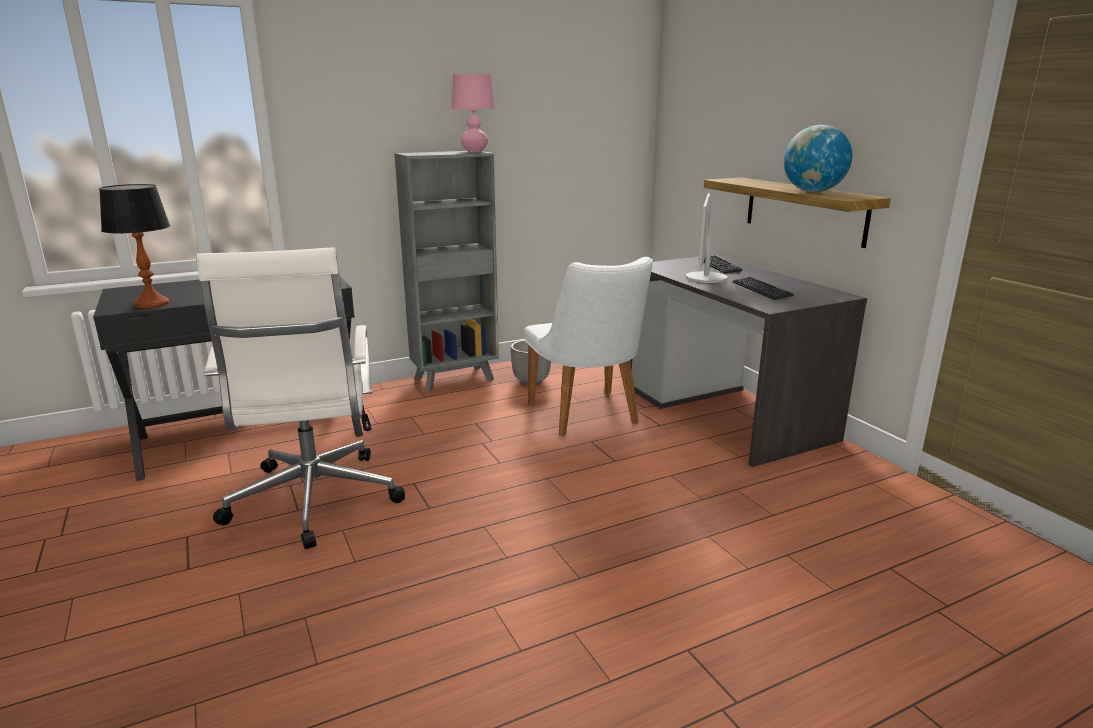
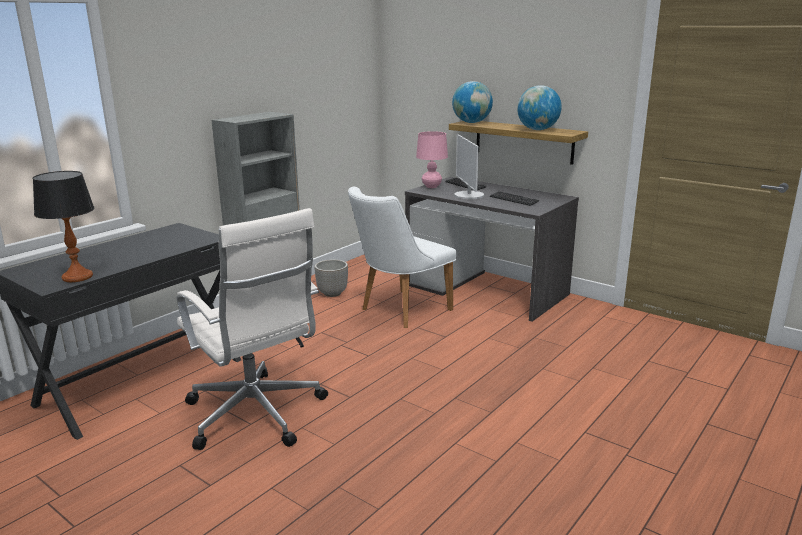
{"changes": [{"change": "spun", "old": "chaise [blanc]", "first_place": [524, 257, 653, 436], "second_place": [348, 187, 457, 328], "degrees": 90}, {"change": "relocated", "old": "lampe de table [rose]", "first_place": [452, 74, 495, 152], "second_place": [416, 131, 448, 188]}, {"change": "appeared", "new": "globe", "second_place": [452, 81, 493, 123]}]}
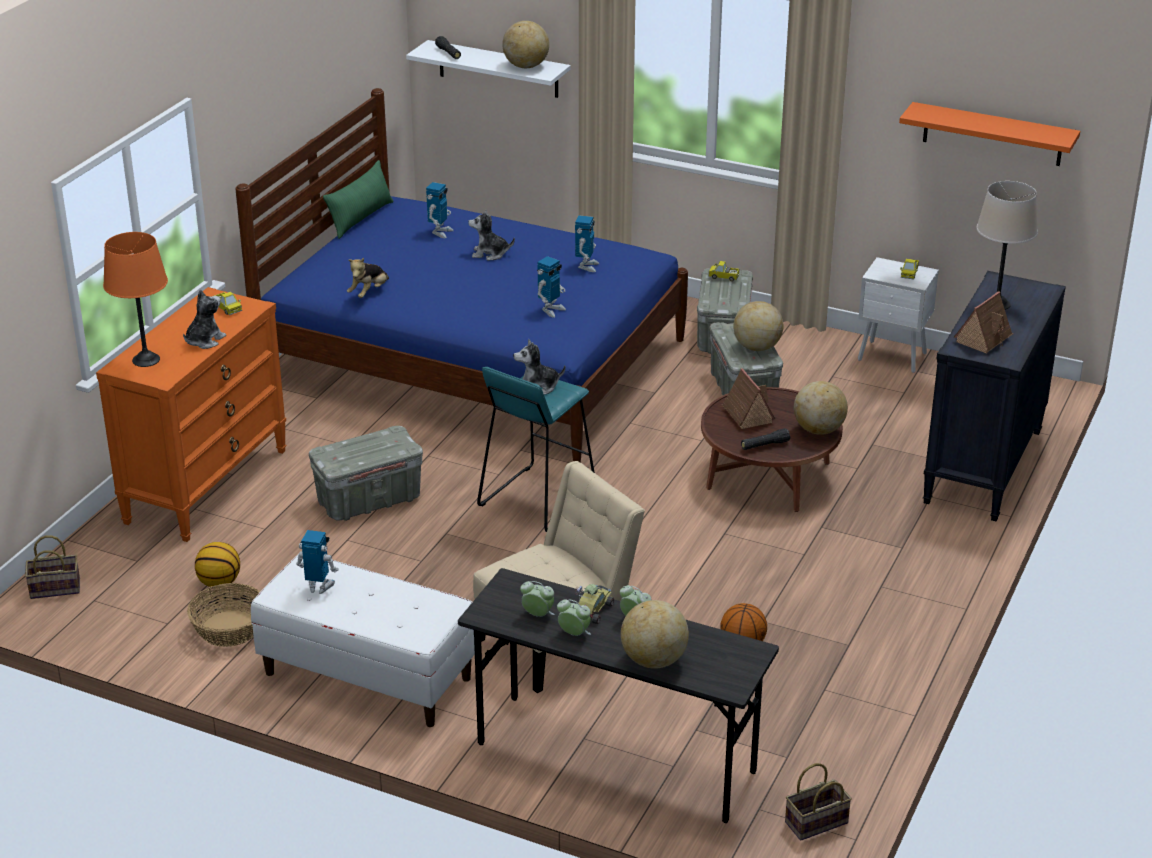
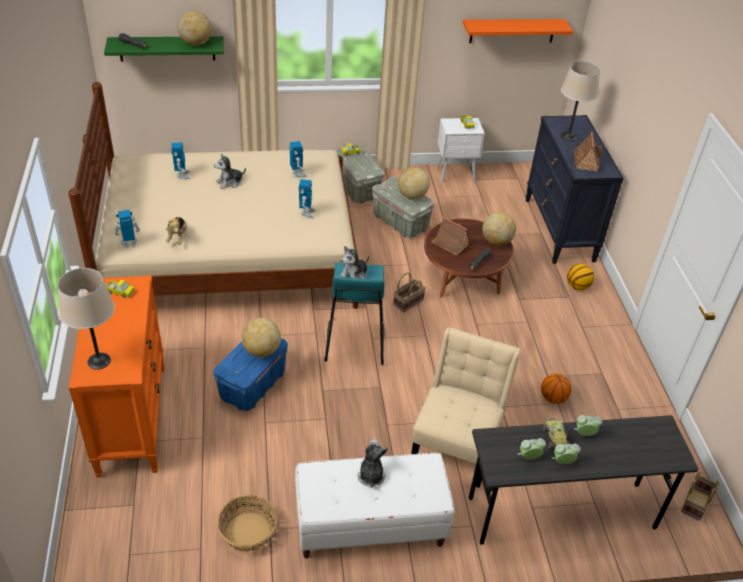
{"changes": [{"change": "colour", "old": "lampe de table [orange]", "new": "lampe de table [beige]", "first_place": [103, 232, 168, 367], "second_place": [58, 268, 115, 370]}, {"change": "colour", "old": "lit [bleu]", "new": "lit [beige]", "first_place": [235, 88, 688, 463], "second_place": [68, 82, 358, 309]}, {"change": "colour", "old": "étagère [blanc]", "new": "étagère [vert]", "first_place": [406, 40, 571, 98], "second_place": [104, 36, 224, 62]}, {"change": "relocated", "old": "robot jouet", "first_place": [296, 530, 339, 594], "second_place": [115, 210, 140, 248]}, {"change": "colour", "old": "boîte de rangement [gris]", "new": "boîte de rangement [bleu]", "first_place": [309, 426, 423, 521], "second_place": [213, 339, 288, 411]}, {"change": "relocated", "old": "globe", "first_place": [621, 600, 689, 669], "second_place": [241, 318, 281, 357]}, {"change": "relocated", "old": "peluche", "first_place": [183, 289, 226, 349], "second_place": [357, 439, 388, 487]}, {"change": "relocated", "old": "panier", "first_place": [25, 535, 80, 599], "second_place": [393, 272, 426, 313]}, {"change": "relocated", "old": "ballon de basket", "first_place": [195, 542, 240, 587], "second_place": [567, 264, 594, 290]}, {"change": "missing", "old": "coussin [vert]", "first_place": [323, 160, 393, 239]}]}
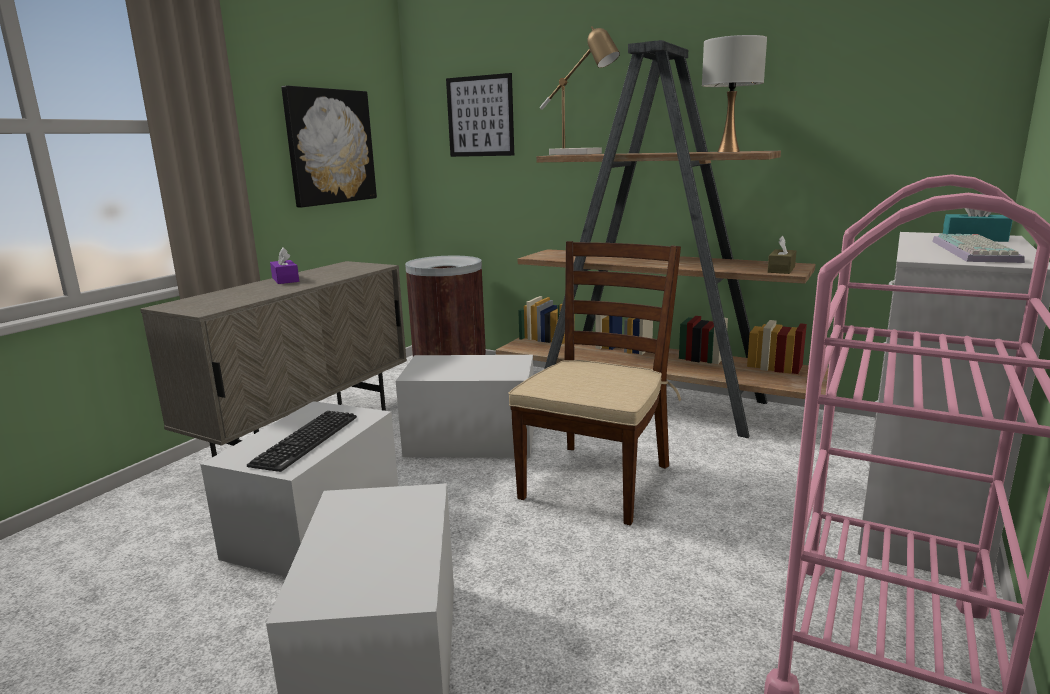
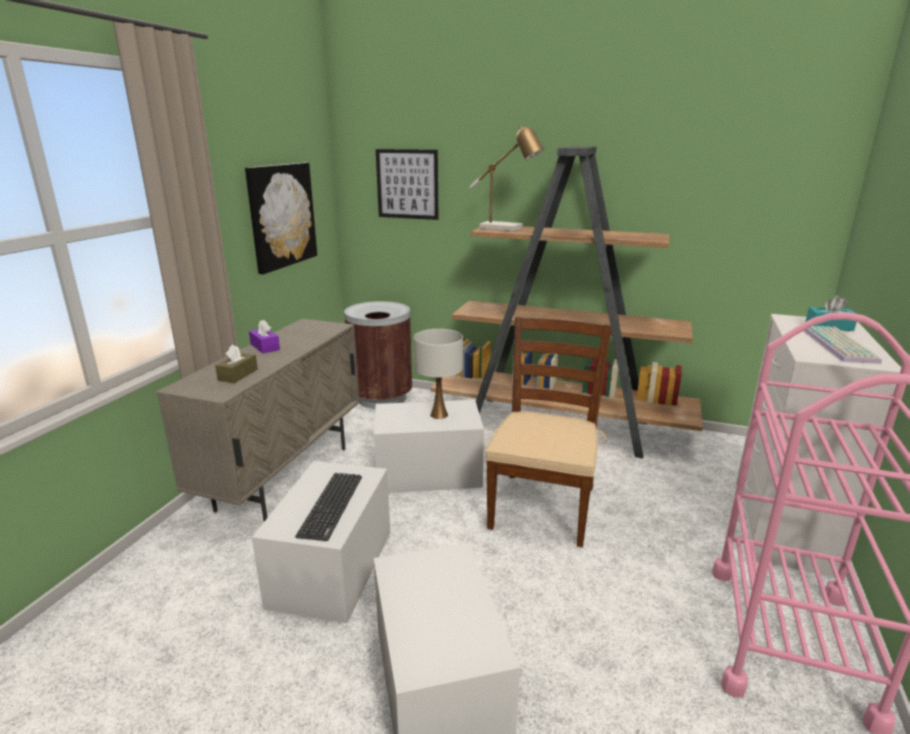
{"changes": [{"change": "relocated", "old": "boîte à mouchoirs [marron]", "first_place": [767, 236, 796, 274], "second_place": [215, 344, 258, 383]}, {"change": "relocated", "old": "lampe de table [blanc]", "first_place": [702, 35, 767, 152], "second_place": [414, 329, 463, 419]}]}
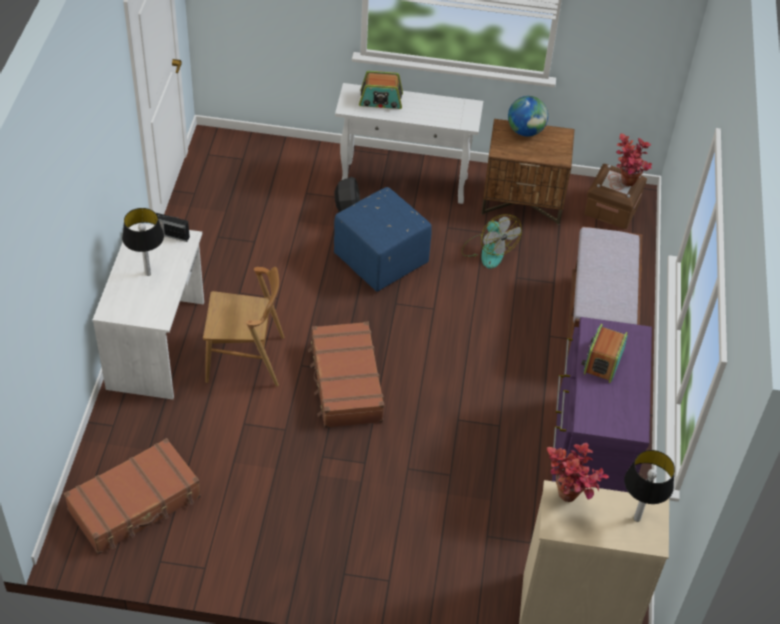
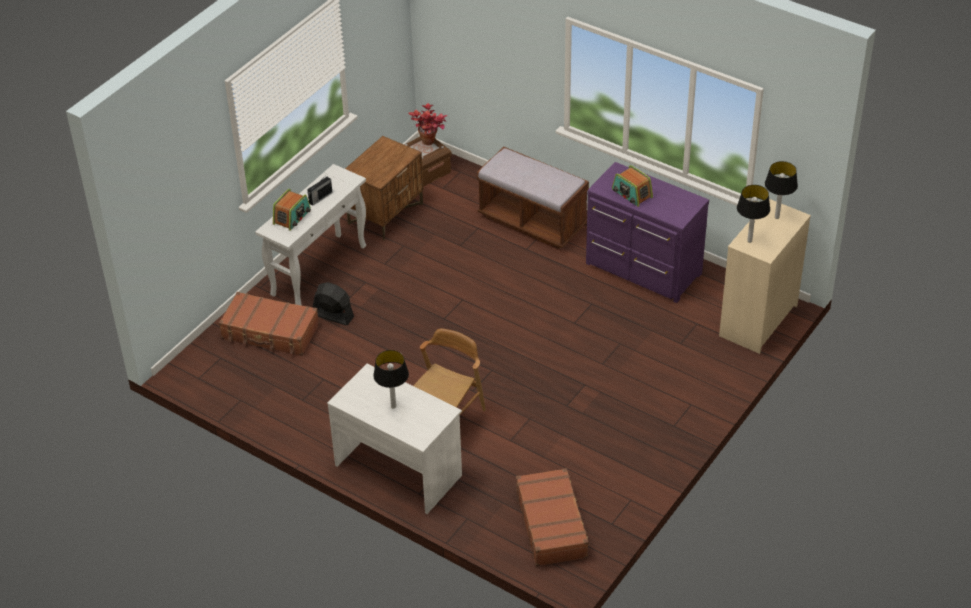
{"changes": [{"change": "relocated", "old": "valise [marron]", "first_place": [308, 321, 384, 428], "second_place": [219, 292, 319, 356]}, {"change": "relocated", "old": "radio", "first_place": [154, 213, 190, 242], "second_place": [307, 177, 332, 206]}, {"change": "exchanged", "old": "plante en pot", "new": "lampe de table", "first_place": [547, 443, 609, 502], "second_place": [737, 185, 770, 243]}, {"change": "missing", "old": "pouf [bleu]", "first_place": [334, 187, 432, 292]}, {"change": "missing", "old": "ventilateur", "first_place": [461, 214, 522, 269]}, {"change": "missing", "old": "globe", "first_place": [508, 96, 548, 137]}]}
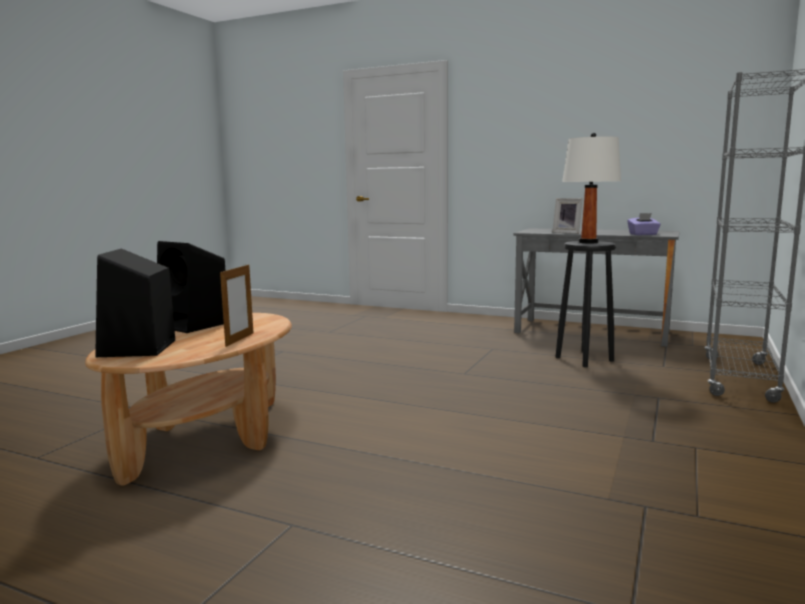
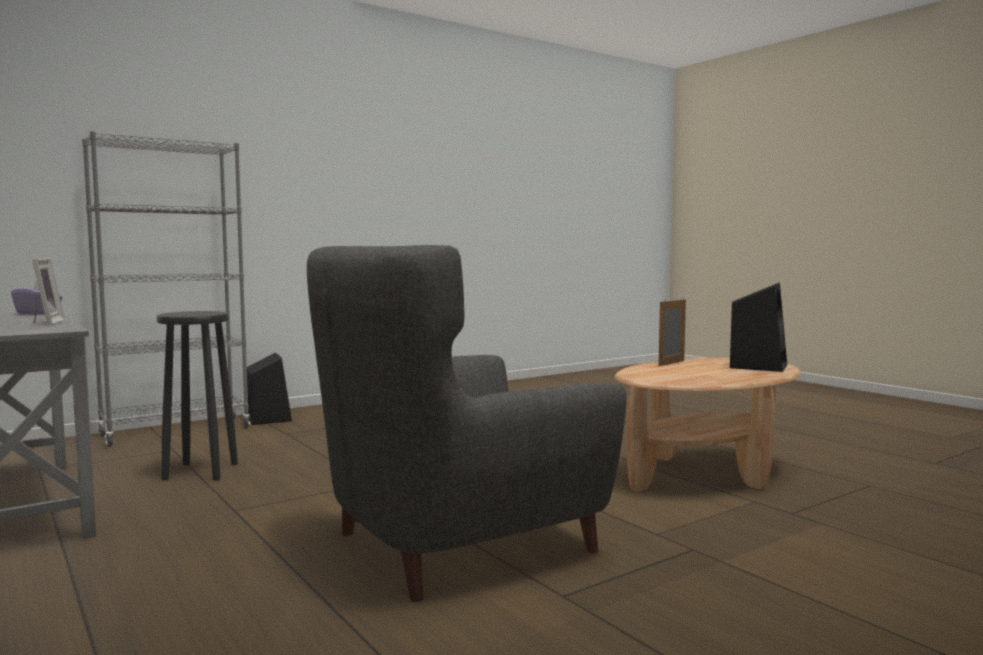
{"changes": [{"change": "relocated", "old": "enceinte [noir]", "first_place": [157, 241, 225, 333], "second_place": [247, 352, 292, 425]}, {"change": "appeared", "new": "fauteuil [gris]", "second_place": [307, 245, 627, 602]}, {"change": "missing", "old": "lampe de table [blanc]", "first_place": [562, 133, 621, 244]}]}
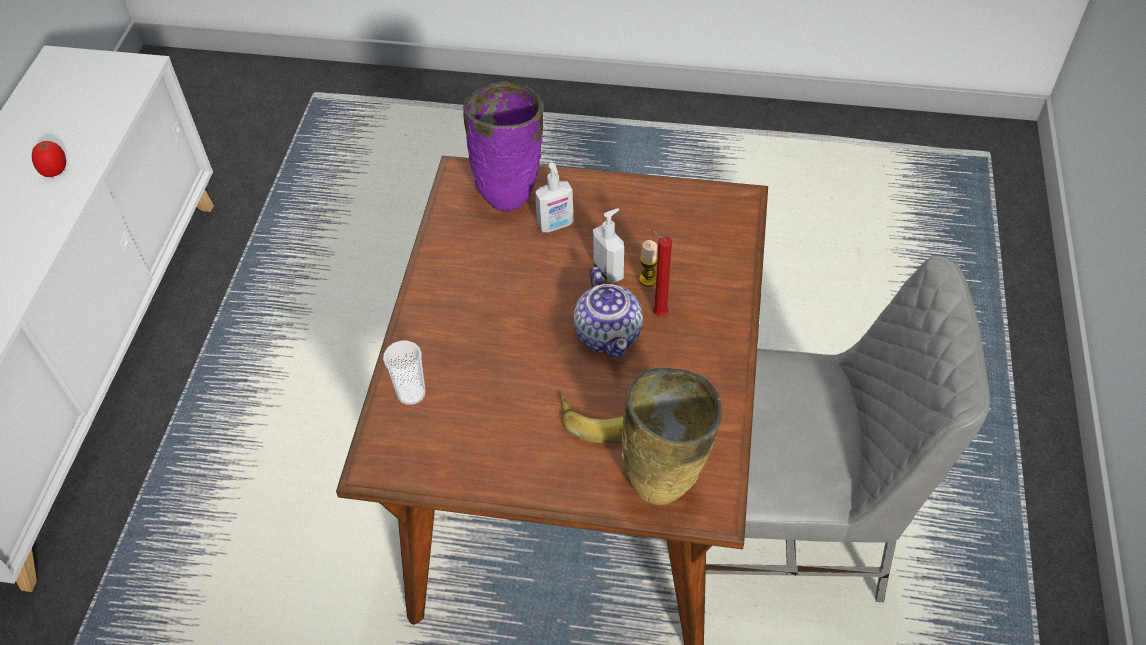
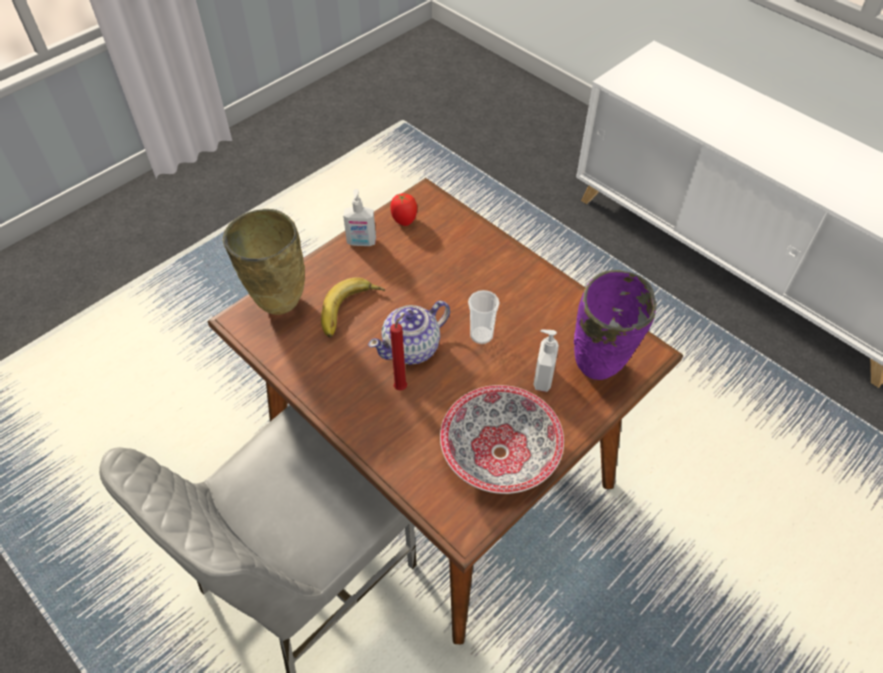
{"changes": [{"change": "relocated", "old": "distributeur de savon", "first_place": [593, 209, 624, 284], "second_place": [343, 189, 376, 246]}, {"change": "spun", "old": "théière", "first_place": [574, 267, 643, 359], "second_place": [368, 301, 450, 365], "degrees": -60}, {"change": "relocated", "old": "tomate", "first_place": [32, 141, 66, 177], "second_place": [390, 193, 417, 226]}, {"change": "appeared", "new": "bol", "second_place": [440, 385, 564, 494]}, {"change": "relocated", "old": "tasse", "first_place": [383, 341, 426, 405], "second_place": [468, 290, 500, 344]}, {"change": "missing", "old": "bougie", "first_place": [639, 240, 658, 287]}]}
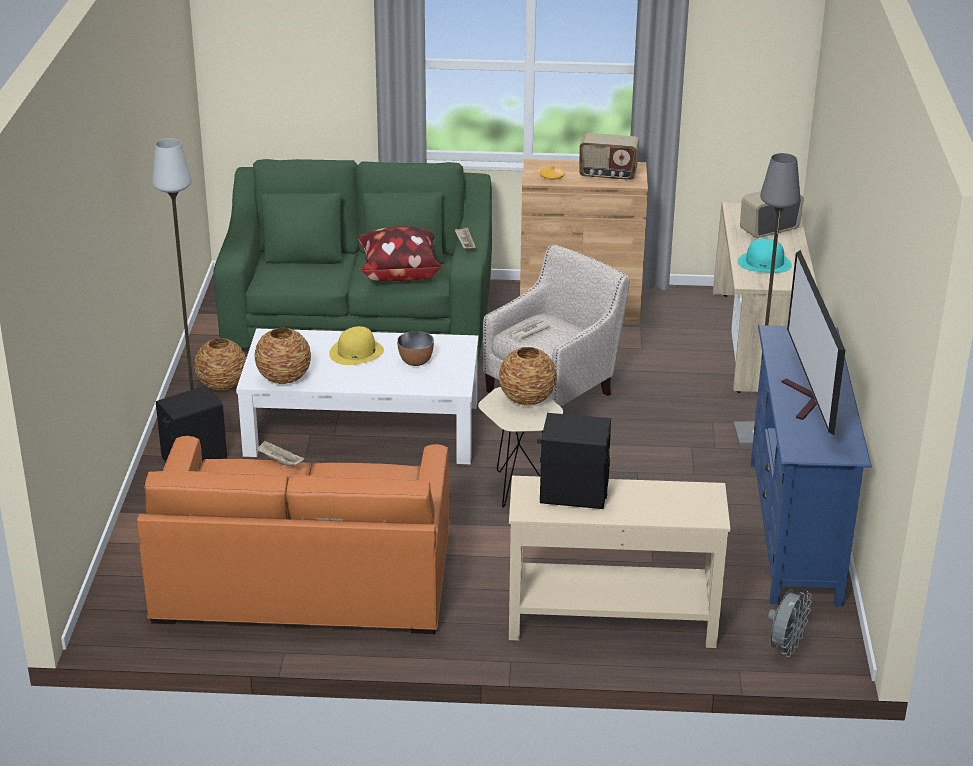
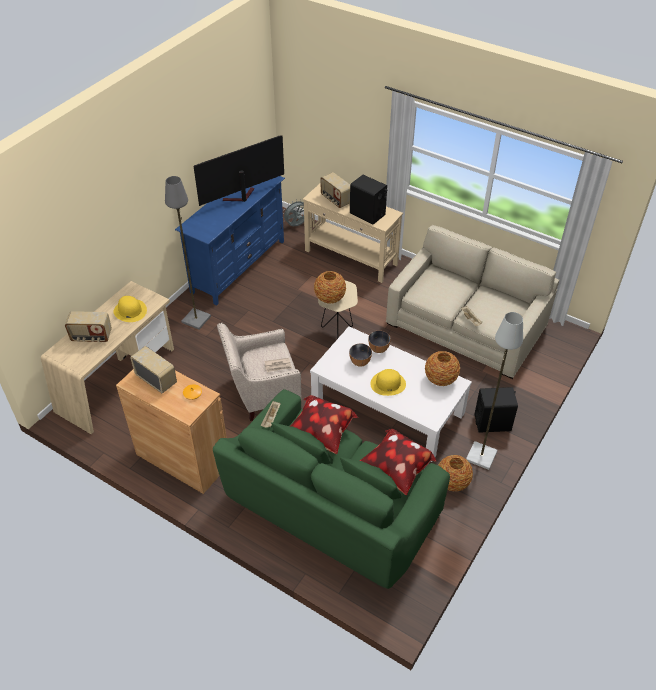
{"changes": [{"change": "colour", "old": "chapeau [turquoise]", "new": "chapeau [jaune]", "first_place": [738, 239, 792, 273], "second_place": [114, 296, 147, 322]}, {"change": "spun", "old": "téléviseur", "first_place": [781, 250, 845, 435], "second_place": [194, 135, 284, 206], "degrees": -150}, {"change": "appeared", "new": "radio", "second_place": [320, 172, 350, 208]}, {"change": "appeared", "new": "coussin", "second_place": [360, 429, 437, 495]}, {"change": "appeared", "new": "bol", "second_place": [368, 330, 391, 353]}, {"change": "colour", "old": "canapé [orange]", "new": "canapé [beige]", "first_place": [137, 436, 450, 634], "second_place": [386, 225, 559, 379]}]}
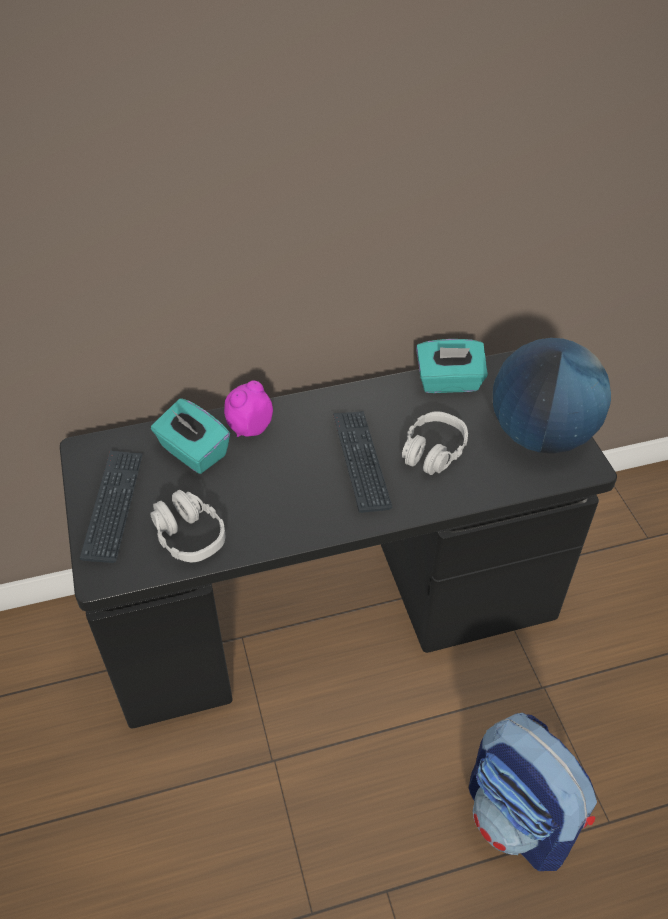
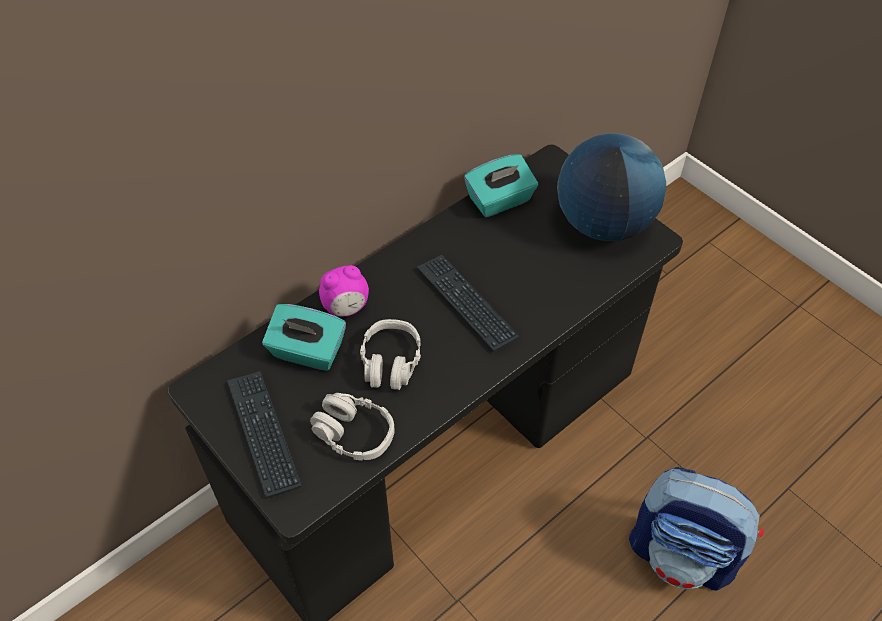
{"changes": [{"change": "spun", "old": "réveil", "first_place": [224, 381, 273, 437], "second_place": [319, 265, 369, 317], "degrees": -135}, {"change": "relocated", "old": "casque audio [gris]", "first_place": [402, 411, 468, 475], "second_place": [360, 319, 421, 390]}]}
